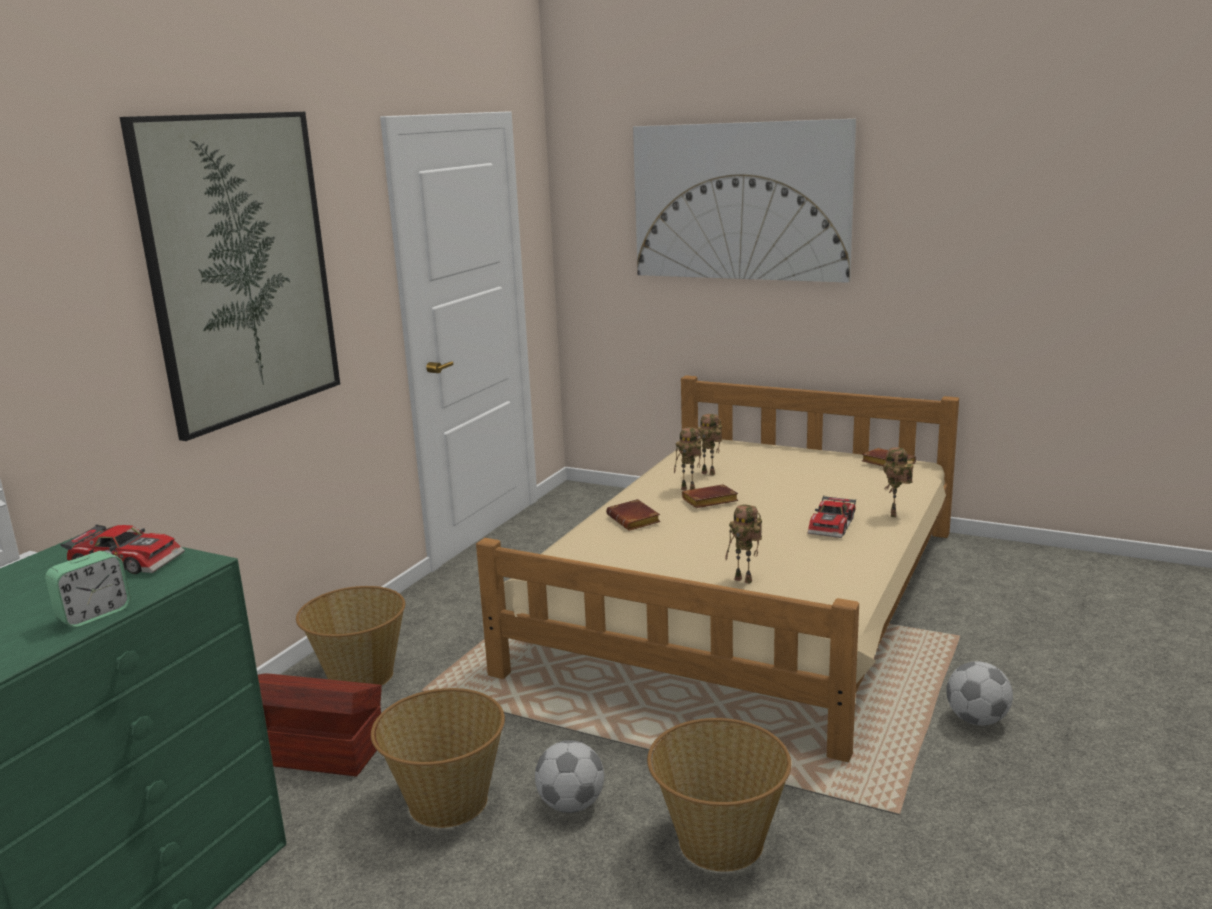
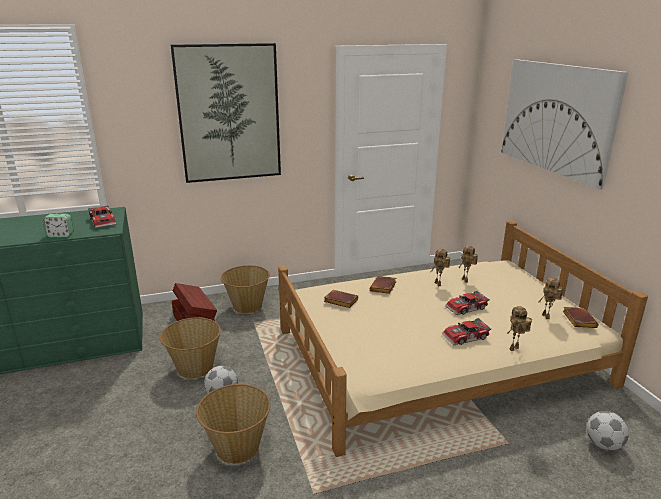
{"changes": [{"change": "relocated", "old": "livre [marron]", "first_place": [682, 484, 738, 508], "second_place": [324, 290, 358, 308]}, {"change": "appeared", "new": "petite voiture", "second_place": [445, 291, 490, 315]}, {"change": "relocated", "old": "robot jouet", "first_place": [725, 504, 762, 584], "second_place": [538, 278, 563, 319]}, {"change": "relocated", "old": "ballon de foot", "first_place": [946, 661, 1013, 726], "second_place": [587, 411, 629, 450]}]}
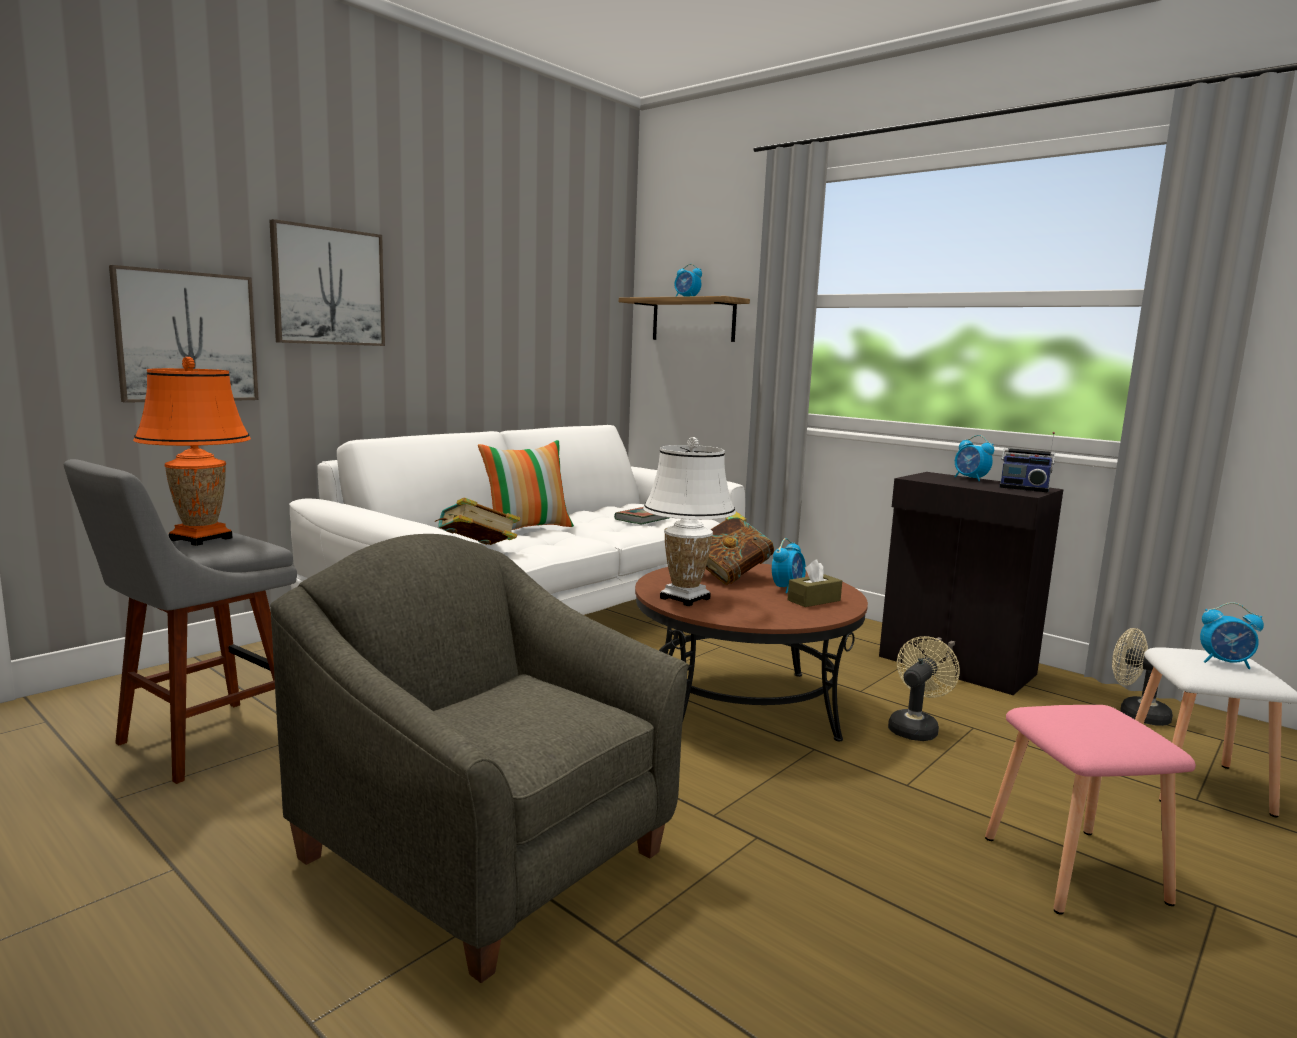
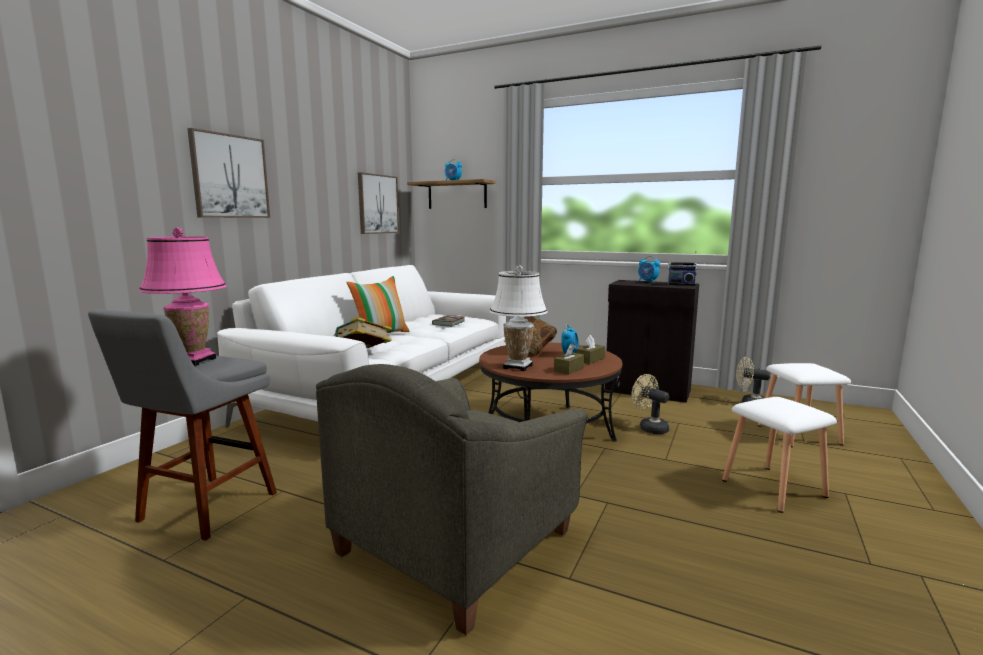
{"changes": [{"change": "colour", "old": "lampe de table [orange]", "new": "lampe de table [rose]", "first_place": [133, 357, 251, 546], "second_place": [139, 228, 226, 366]}, {"change": "spun", "old": "fauteuil [gris]", "first_place": [270, 534, 689, 983], "second_place": [316, 364, 588, 635], "degrees": -75}, {"change": "relocated", "old": "tableau", "first_place": [109, 265, 259, 403], "second_place": [358, 172, 399, 234]}, {"change": "appeared", "new": "boîte à mouchoirs [marron]", "second_place": [554, 344, 584, 375]}, {"change": "spun", "old": "ventilateur [beige]", "first_place": [888, 636, 960, 741], "second_place": [632, 374, 670, 434], "degrees": -60}, {"change": "colour", "old": "tabouret [rose]", "new": "tabouret [blanc]", "first_place": [985, 705, 1196, 915], "second_place": [722, 397, 837, 513]}, {"change": "missing", "old": "réveil", "first_place": [1200, 602, 1264, 669]}]}
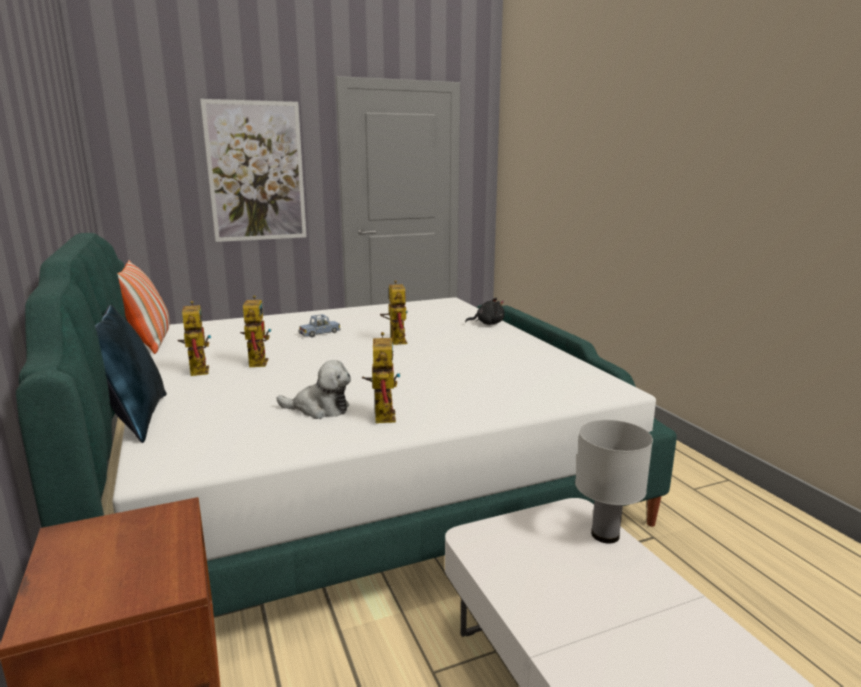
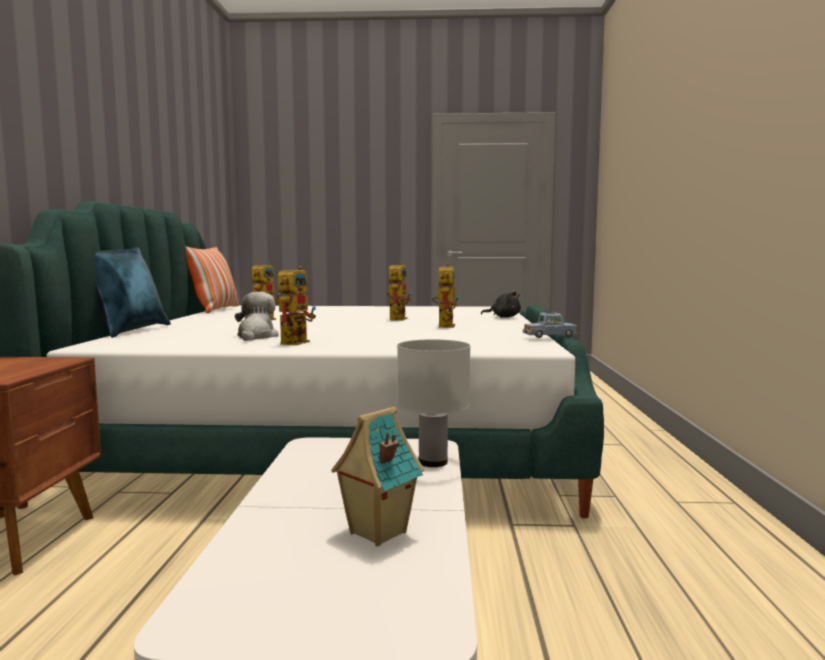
{"changes": [{"change": "spun", "old": "peluche", "first_place": [277, 360, 351, 419], "second_place": [235, 292, 279, 341], "degrees": -120}, {"change": "appeared", "new": "maison miniature", "second_place": [331, 406, 424, 546]}, {"change": "relocated", "old": "robot jouet", "first_place": [177, 301, 211, 376], "second_place": [432, 263, 460, 328]}, {"change": "relocated", "old": "petite voiture [bleu]", "first_place": [298, 314, 341, 337], "second_place": [523, 313, 577, 338]}, {"change": "missing", "old": "tableau", "first_place": [200, 99, 307, 242]}]}
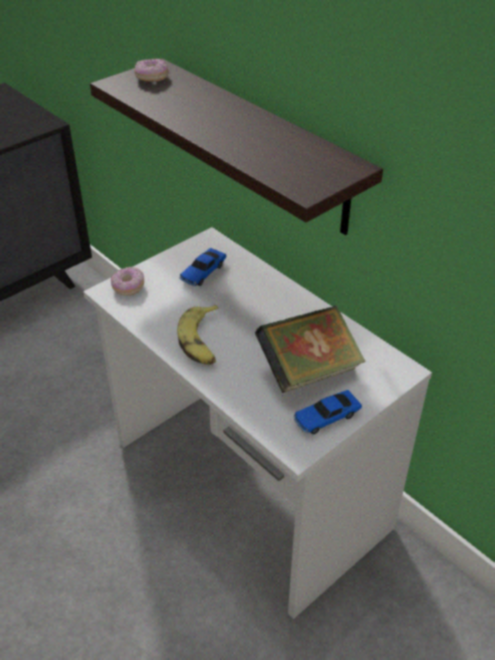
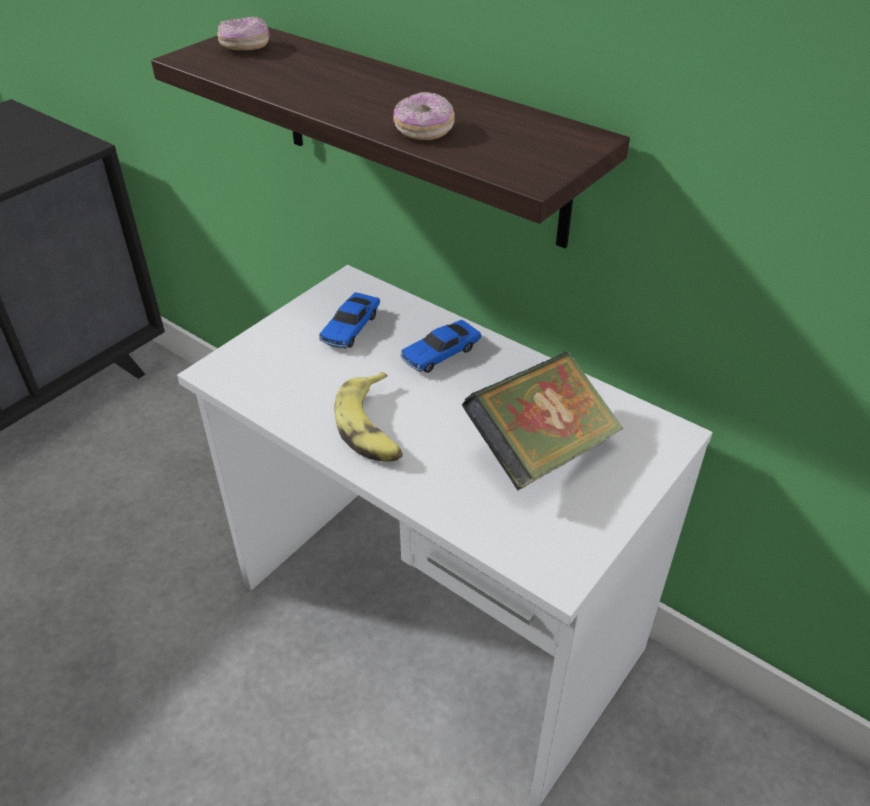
{"changes": [{"change": "relocated", "old": "beignet", "first_place": [111, 266, 144, 296], "second_place": [393, 92, 455, 140]}, {"change": "relocated", "old": "petite voiture", "first_place": [294, 390, 362, 434], "second_place": [401, 320, 481, 373]}]}
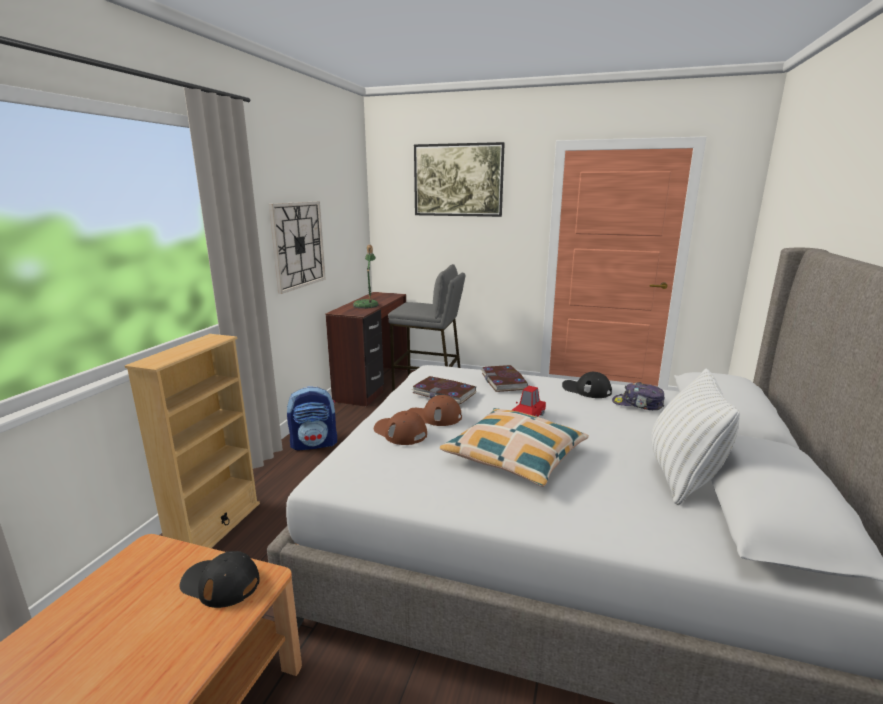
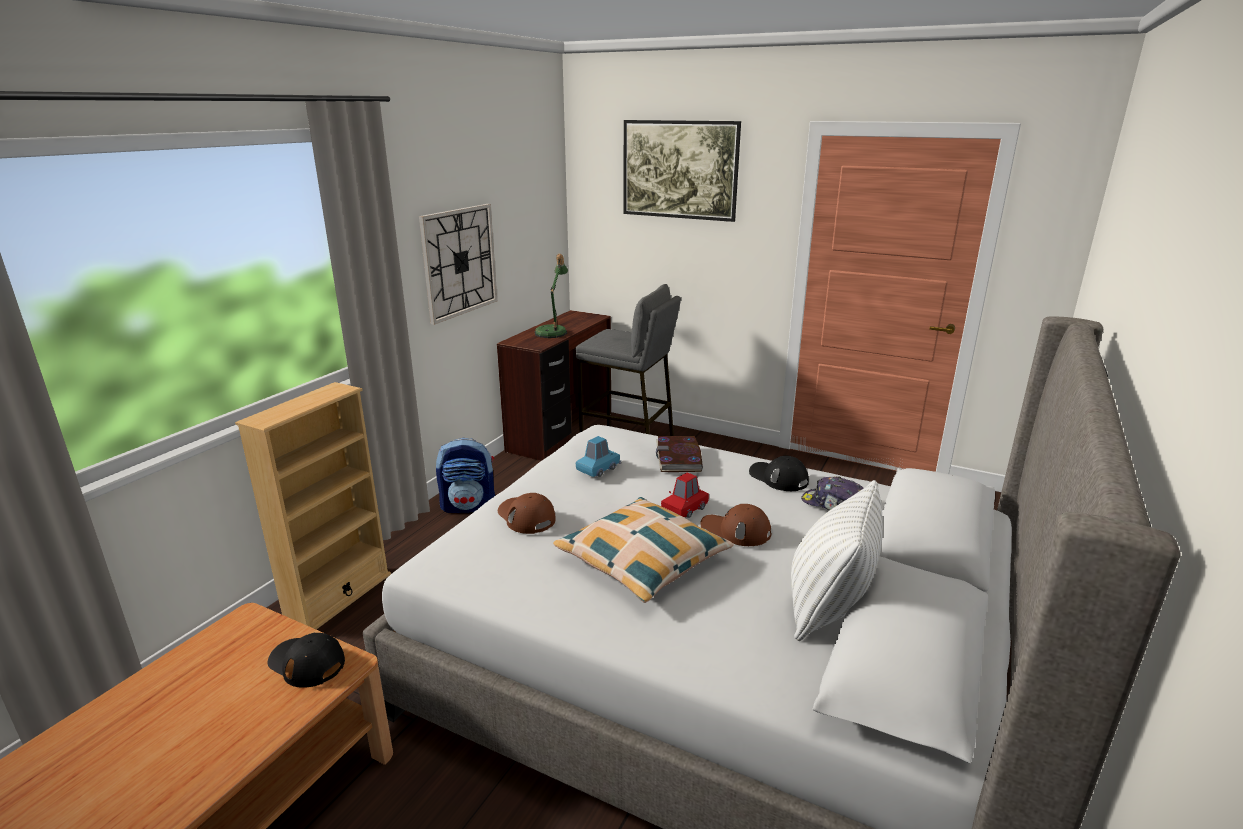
{"changes": [{"change": "exchanged", "old": "livre", "new": "petite voiture [bleu]", "first_place": [412, 376, 477, 405], "second_place": [576, 436, 621, 477]}, {"change": "relocated", "old": "casquette [marron]", "first_place": [408, 395, 462, 426], "second_place": [700, 504, 772, 546]}]}
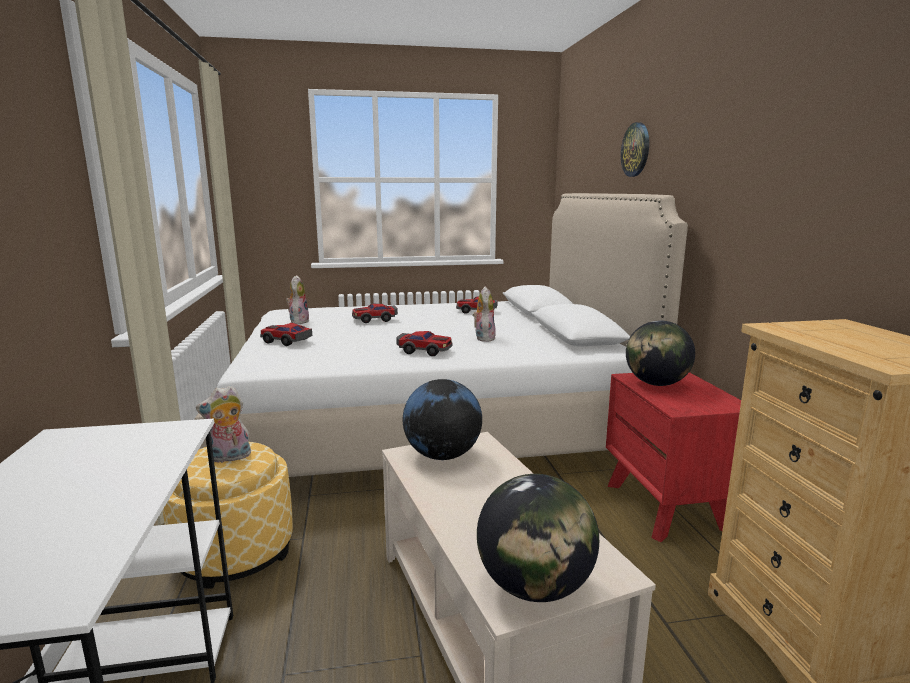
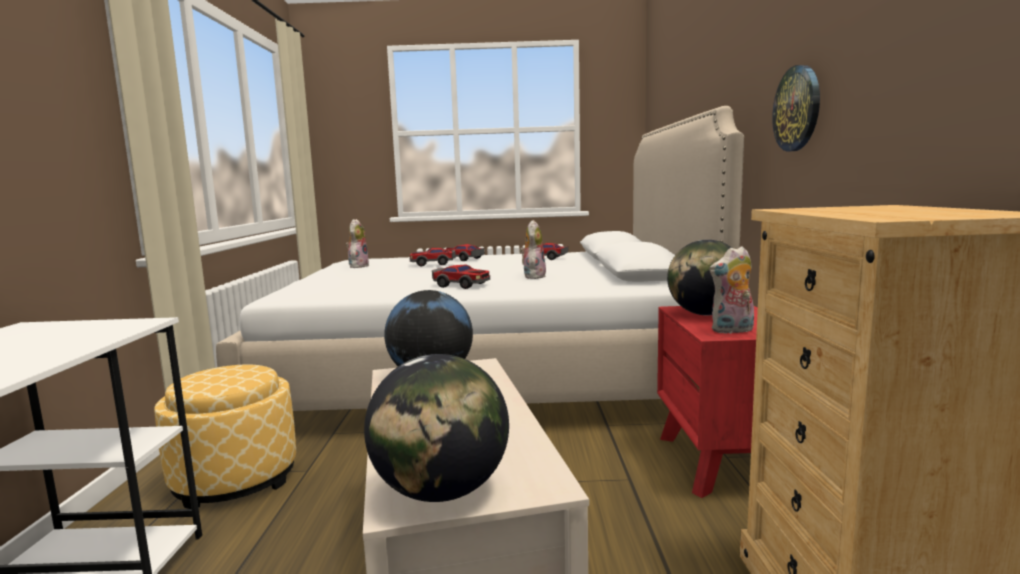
{"changes": [{"change": "relocated", "old": "petite voiture", "first_place": [260, 323, 312, 346], "second_place": [445, 244, 484, 261]}, {"change": "relocated", "old": "peluche", "first_place": [196, 386, 252, 463], "second_place": [709, 246, 754, 334]}, {"change": "relocated", "old": "horloge murale", "first_place": [621, 122, 649, 177], "second_place": [772, 65, 820, 152]}]}
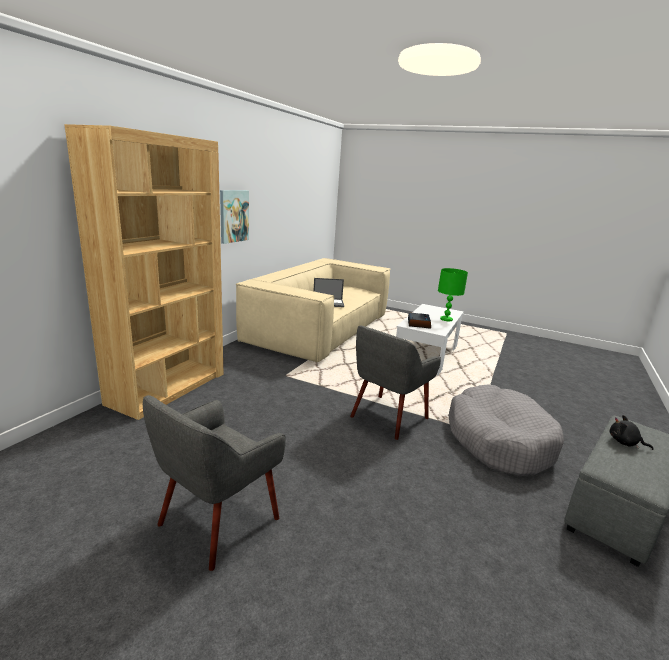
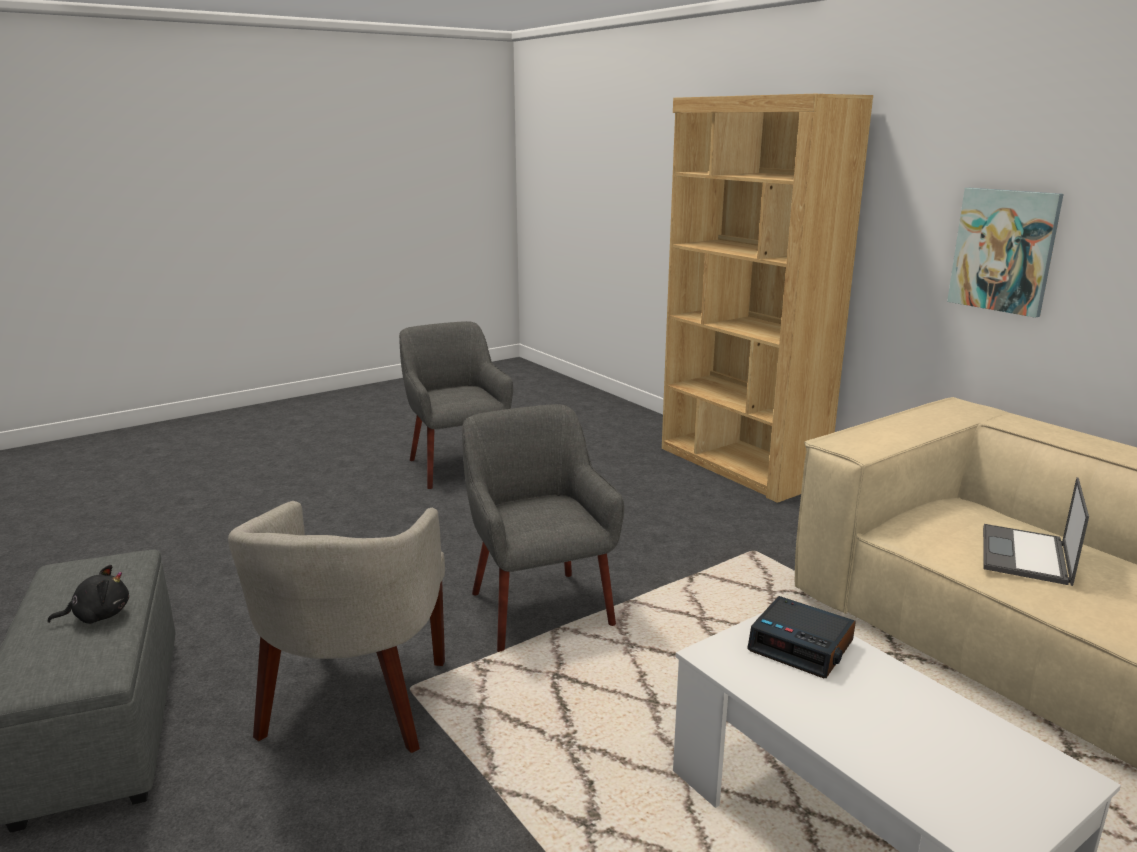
{"changes": [{"change": "exchanged", "old": "panier pour chien [gris]", "new": "fauteuil [beige]", "first_place": [448, 384, 564, 477], "second_place": [228, 501, 445, 753]}, {"change": "missing", "old": "lampe de table [vert]", "first_place": [438, 268, 468, 321]}]}
